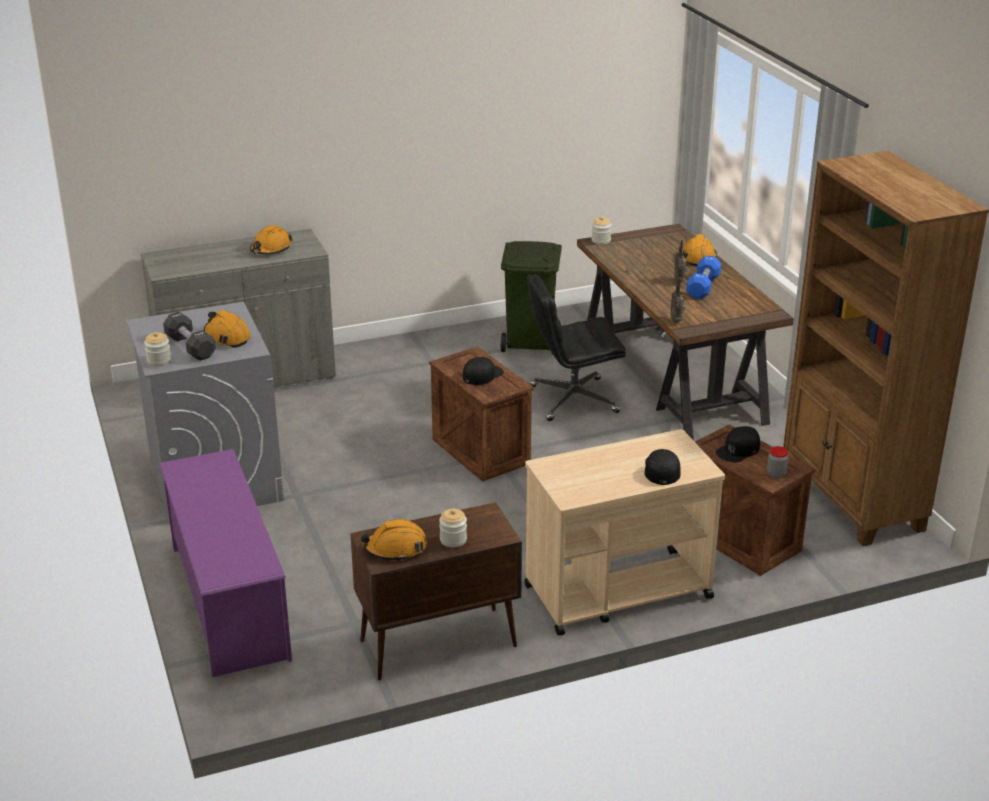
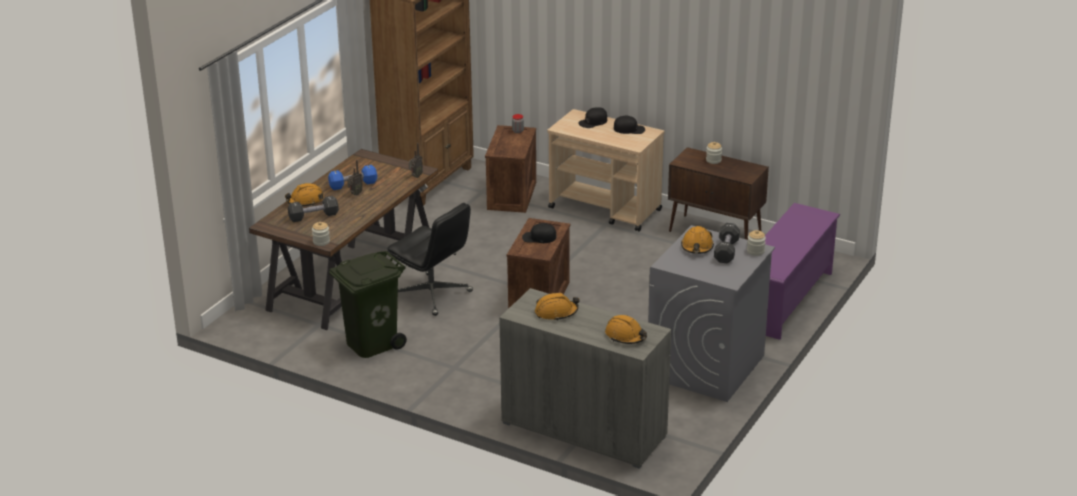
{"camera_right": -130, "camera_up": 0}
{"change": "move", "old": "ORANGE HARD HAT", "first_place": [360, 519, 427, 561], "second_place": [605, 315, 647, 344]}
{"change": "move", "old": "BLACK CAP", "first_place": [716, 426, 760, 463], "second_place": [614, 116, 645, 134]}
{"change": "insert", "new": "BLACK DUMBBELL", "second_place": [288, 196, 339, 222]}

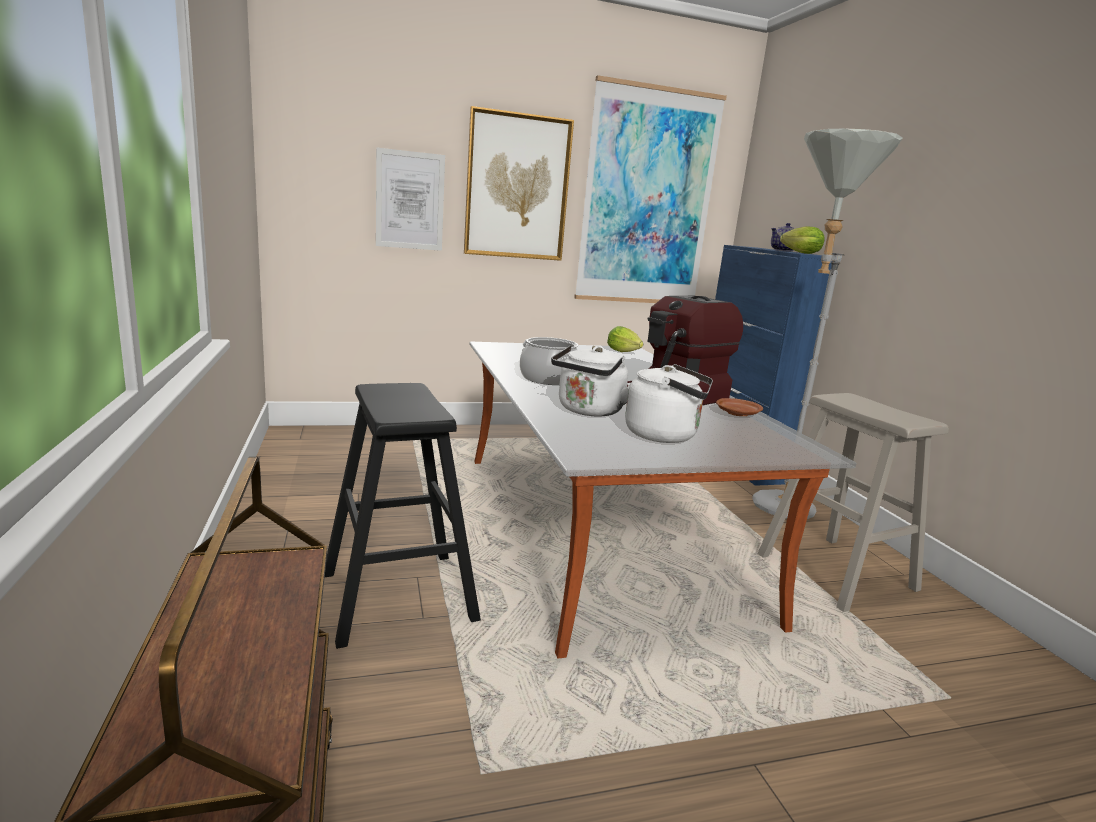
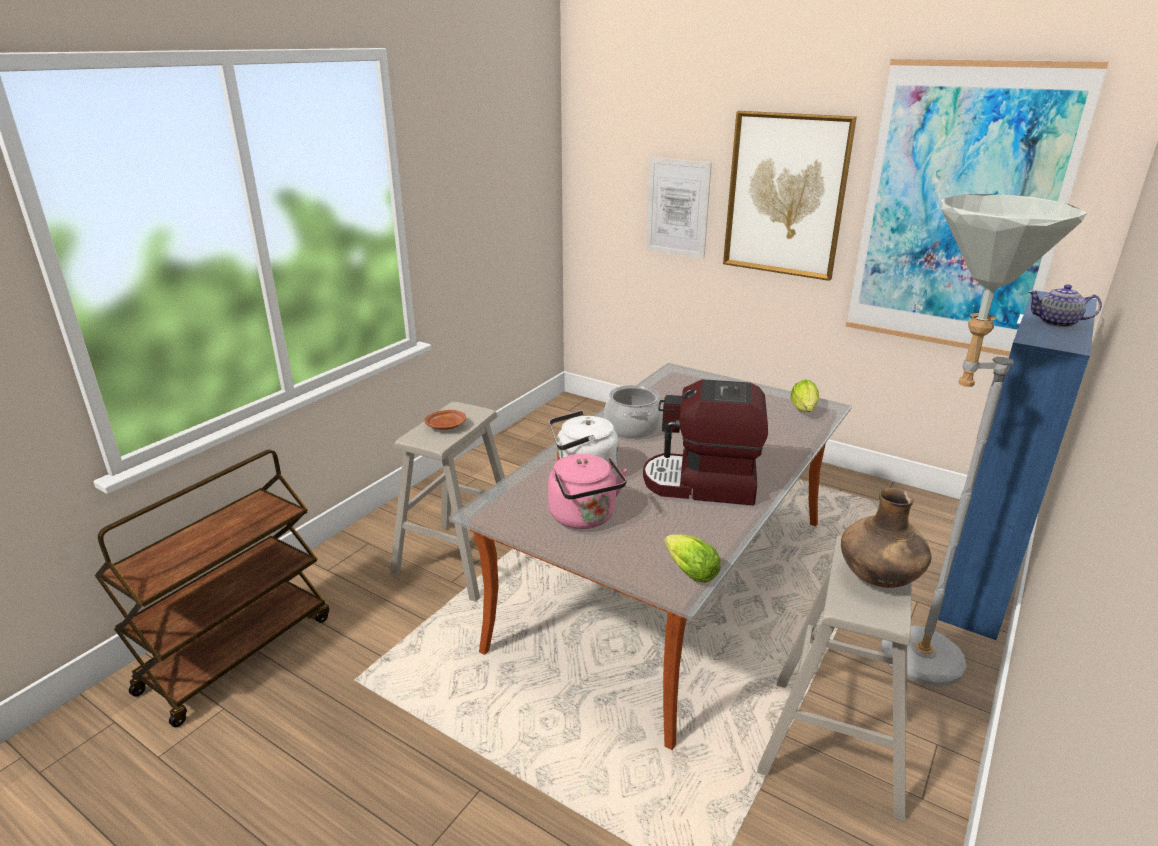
{"camera_right": 50, "camera_up": 10}
{"change": "recolor", "old": "BLACK STOOL", "new": "BEIGE STOOL", "first_place": [325, 383, 481, 649], "second_place": [390, 402, 505, 602]}
{"change": "recolor", "old": "WHITE KETTLE", "new": "PINK KETTLE", "first_place": [625, 364, 713, 443], "second_place": [548, 454, 627, 529]}
{"change": "move", "old": "BROWN PLATE", "first_place": [716, 398, 763, 416], "second_place": [424, 410, 466, 430]}
{"change": "move", "old": "LETTUCE", "first_place": [780, 226, 825, 254], "second_place": [664, 534, 721, 583]}
{"change": "insert", "new": "BROWN VASE", "second_place": [841, 488, 932, 588]}

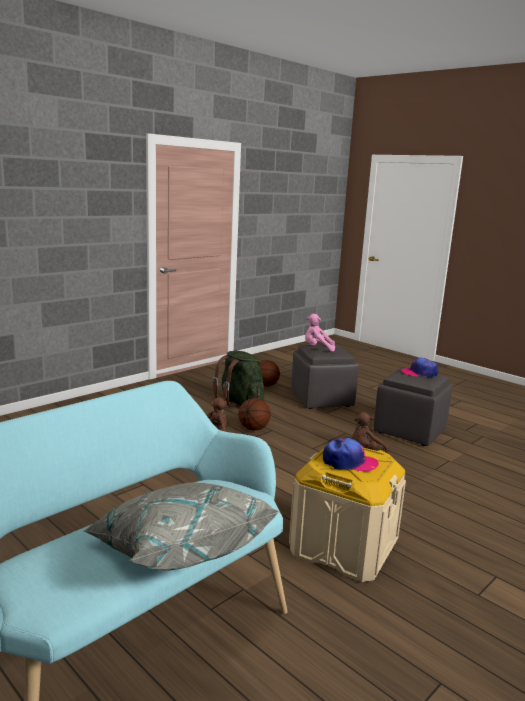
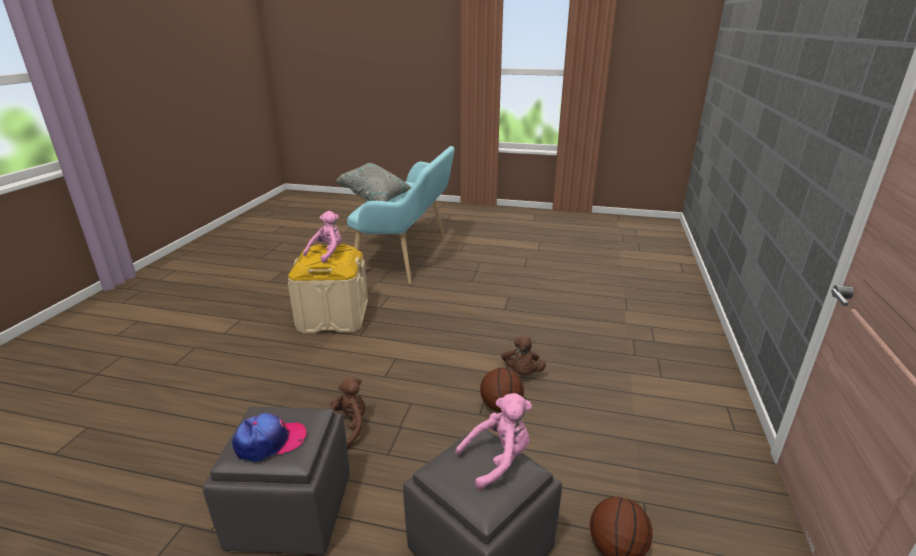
{"camera_right": 150, "camera_up": 10}
{"change": "delete", "old": "GREEN BACKPACK", "first_place": [213, 351, 264, 408]}
{"change": "replace", "old": "CAP", "new": "PINK PLUSH TOY", "first_place": [323, 438, 379, 472], "second_place": [303, 211, 342, 263]}

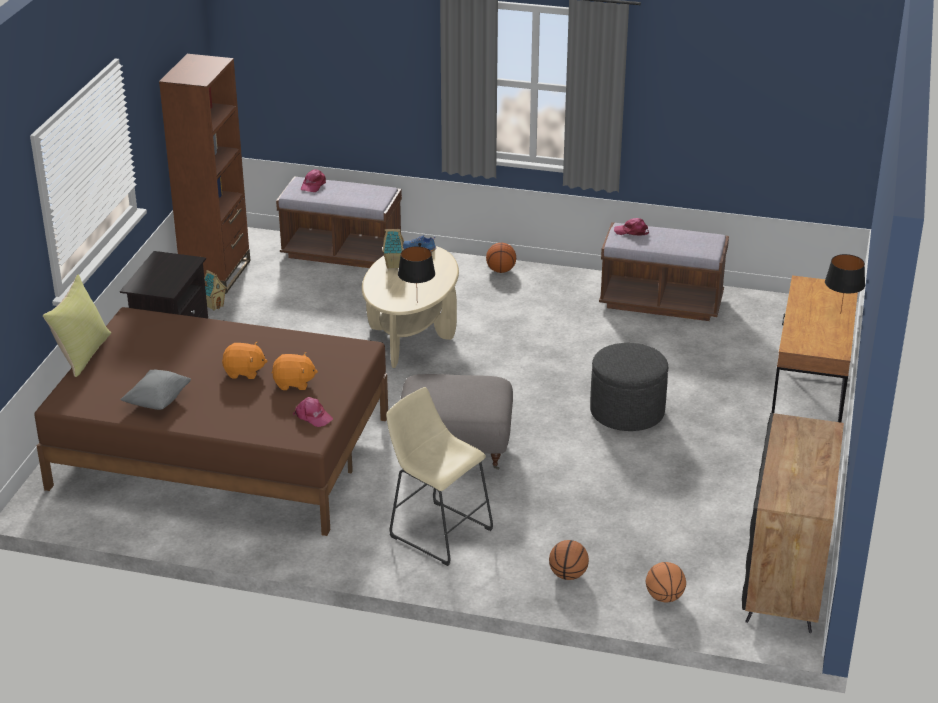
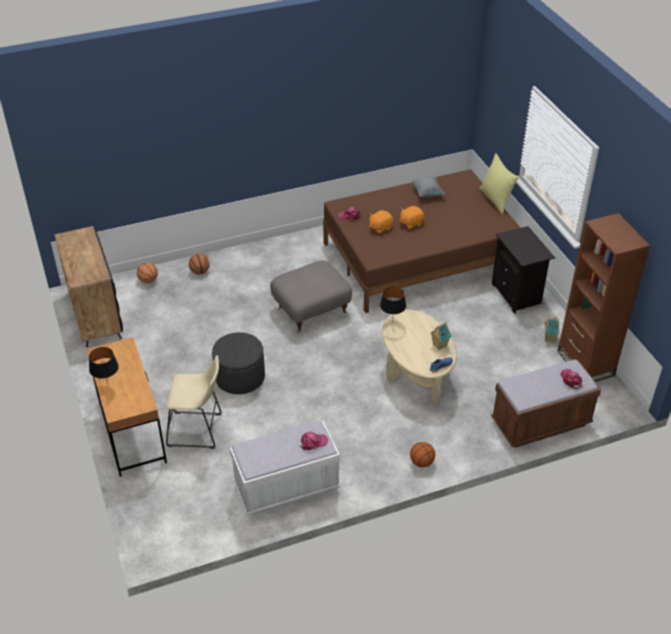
{"camera_right": 145, "camera_up": 10}
{"change": "move", "old": "BEIGE STOOL", "first_place": [386, 387, 493, 566], "second_place": [166, 355, 221, 449]}
{"change": "recolor", "old": "BROWN BENCH", "new": "WHITE BENCH", "first_place": [599, 222, 729, 321], "second_place": [230, 421, 340, 515]}

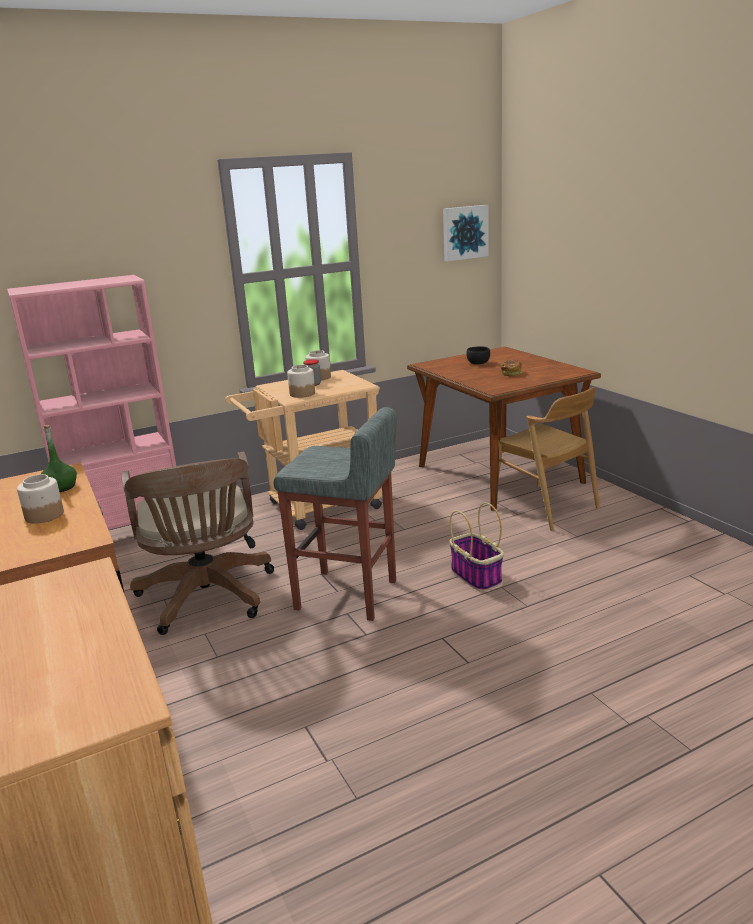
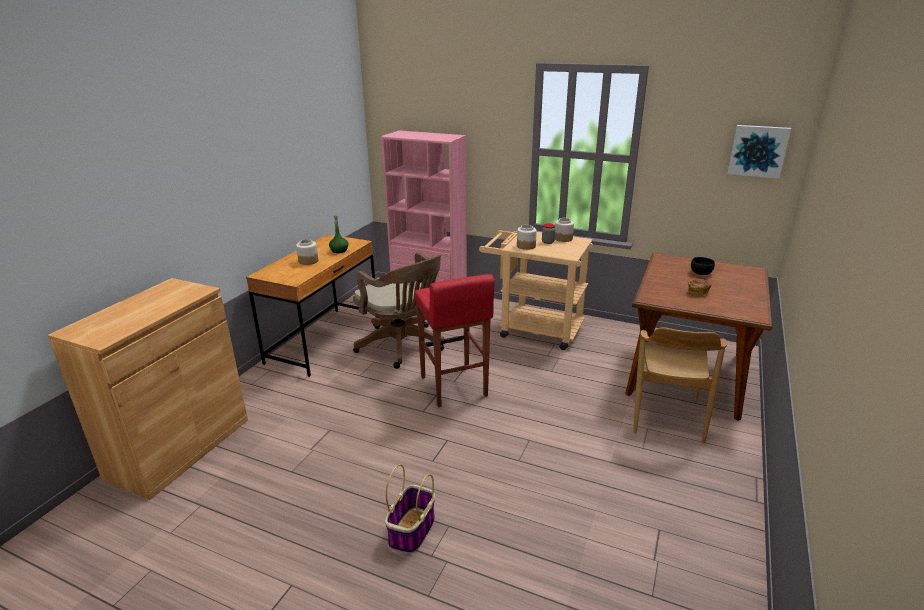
{"camera_right": 50, "camera_up": 5}
{"change": "rotate", "old": "BROWN OFFICE CHAIR", "first_place": [121, 452, 274, 635], "second_place": [353, 252, 444, 369], "degrees": -75}
{"change": "recolor", "old": "GREY STOOL", "new": "RED STOOL", "first_place": [274, 407, 397, 621], "second_place": [414, 274, 495, 407]}
{"change": "move", "old": "BASKET", "first_place": [449, 502, 504, 592], "second_place": [385, 464, 435, 554]}

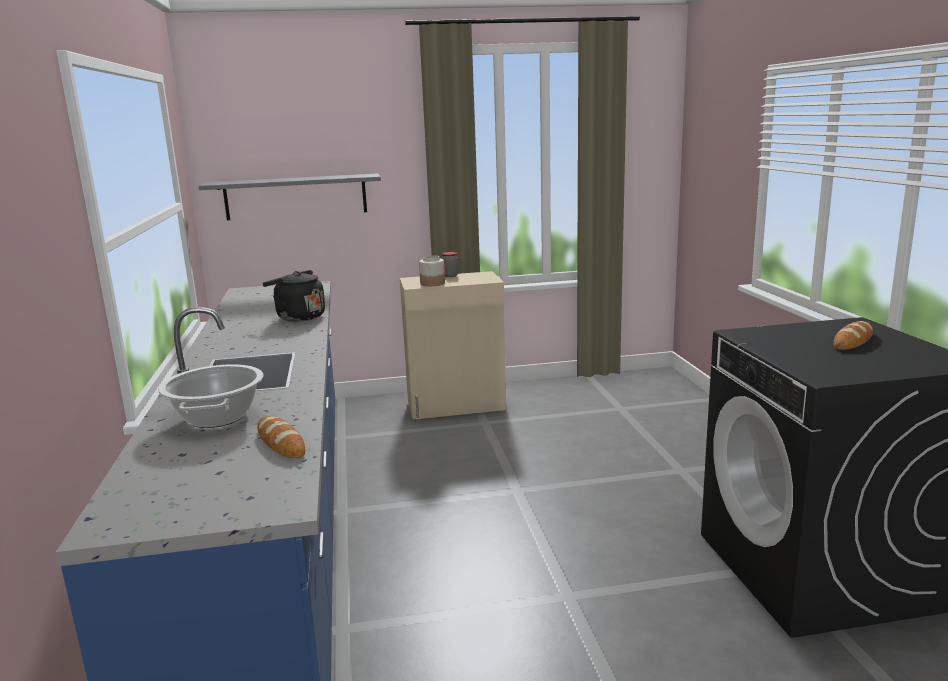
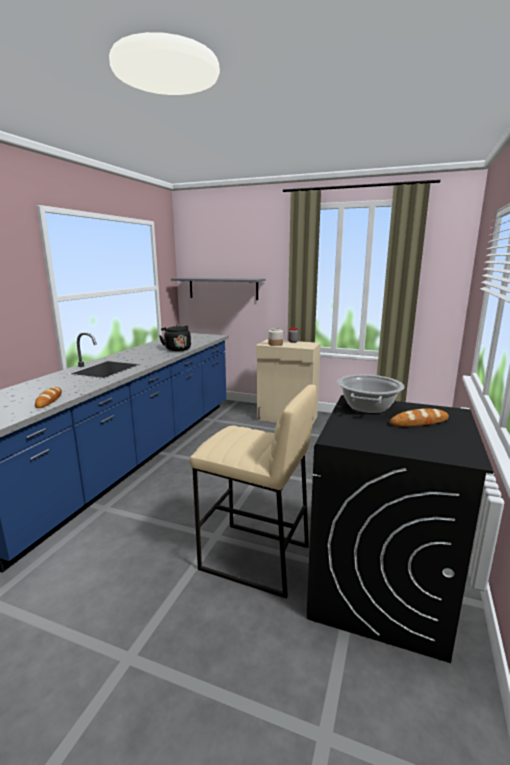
{"camera_right": 30, "camera_up": 0}
{"change": "move", "old": "COOKING POT", "first_place": [158, 364, 263, 428], "second_place": [337, 375, 404, 414]}
{"change": "insert", "new": "BEIGE STOOL", "second_place": [190, 384, 316, 598]}

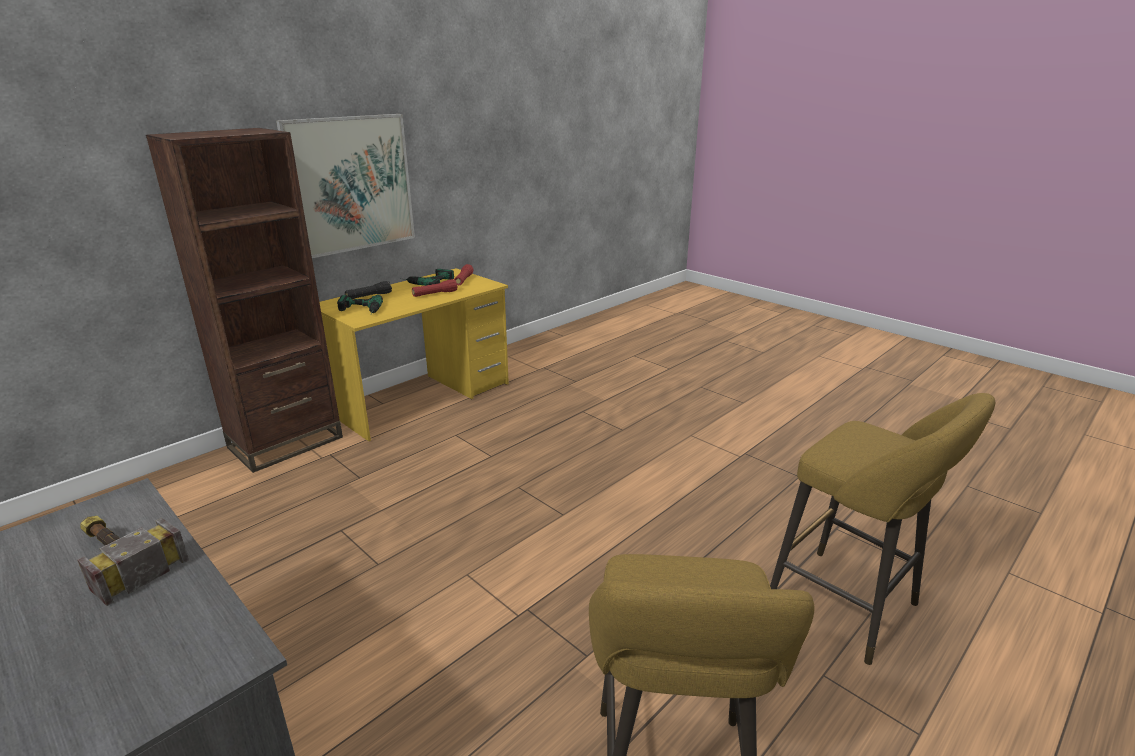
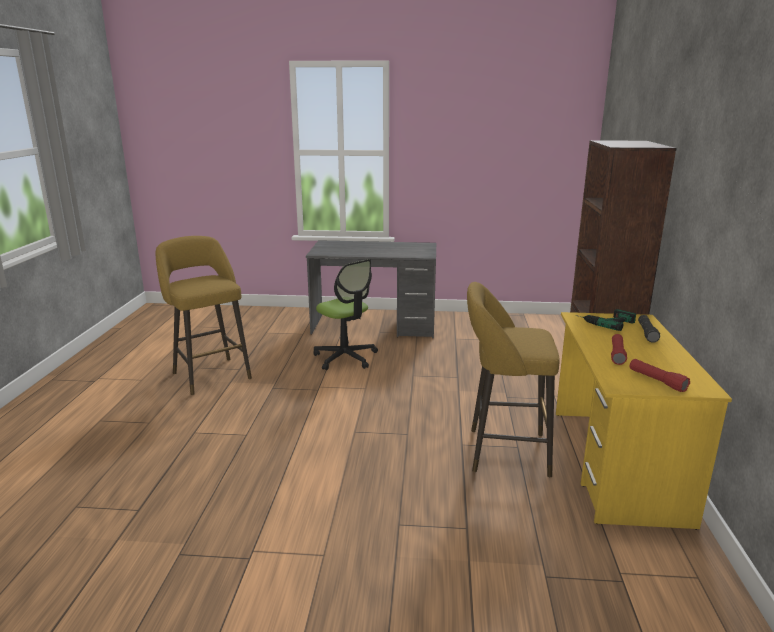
{"camera_right": 140, "camera_up": -5}
{"change": "delete", "old": "HAMMER", "first_place": [77, 516, 189, 606]}
{"change": "delete", "old": "PICTURE", "first_place": [276, 114, 415, 258]}
{"change": "delete", "old": "POWER DRILL", "first_place": [400, 269, 454, 286]}
{"change": "move", "old": "YELLOW STOOL", "first_place": [770, 393, 995, 665], "second_place": [467, 282, 560, 477]}
{"change": "insert", "new": "OFFICE CHAIR", "second_place": [313, 259, 378, 370]}

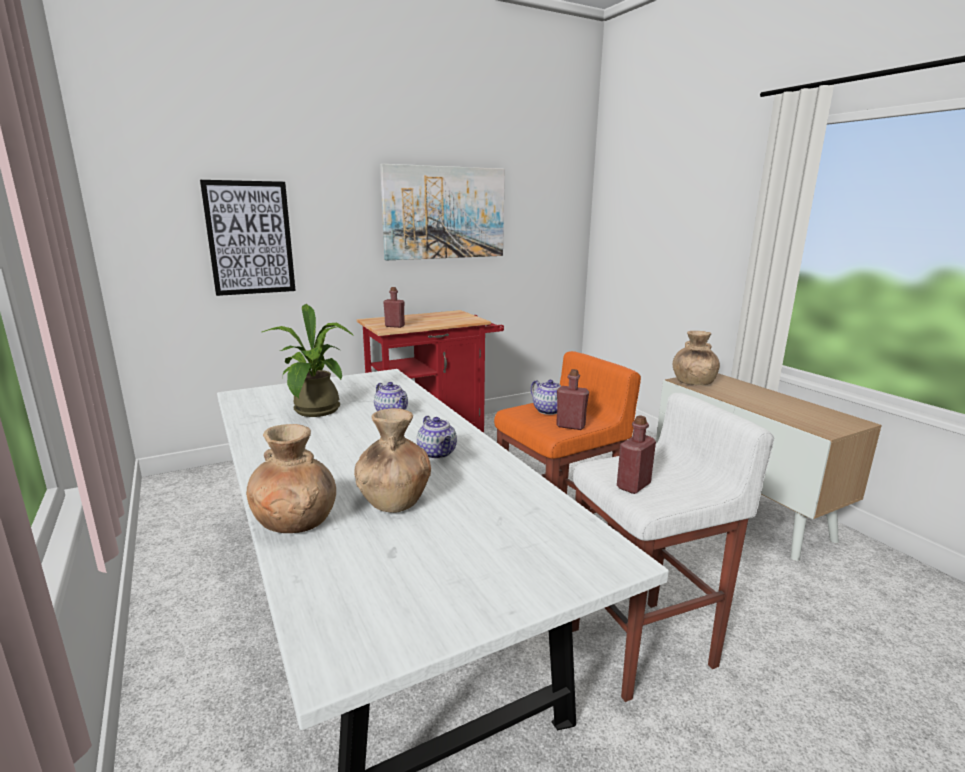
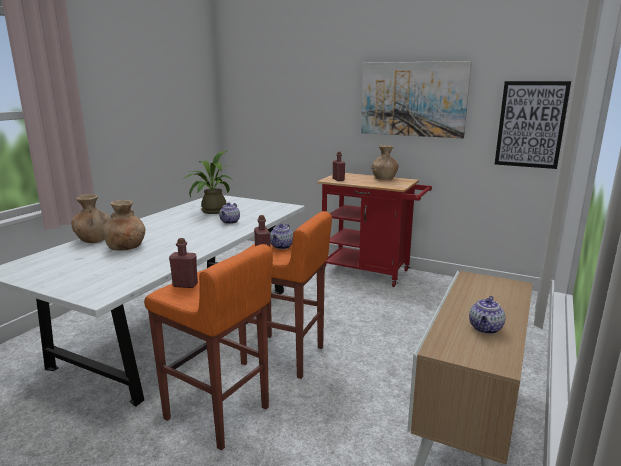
{"camera_right": 55, "camera_up": 0}
{"change": "move", "old": "PICTURE", "first_place": [200, 180, 296, 296], "second_place": [495, 81, 571, 169]}
{"change": "move", "old": "TEAPOT", "first_place": [417, 416, 457, 459], "second_place": [469, 296, 505, 334]}
{"change": "recolor", "old": "WHITE STOOL", "new": "ORANGE STOOL", "first_place": [572, 393, 774, 702], "second_place": [144, 244, 273, 450]}
{"change": "move", "old": "BROWN VASE", "first_place": [672, 331, 720, 385], "second_place": [371, 145, 399, 180]}

